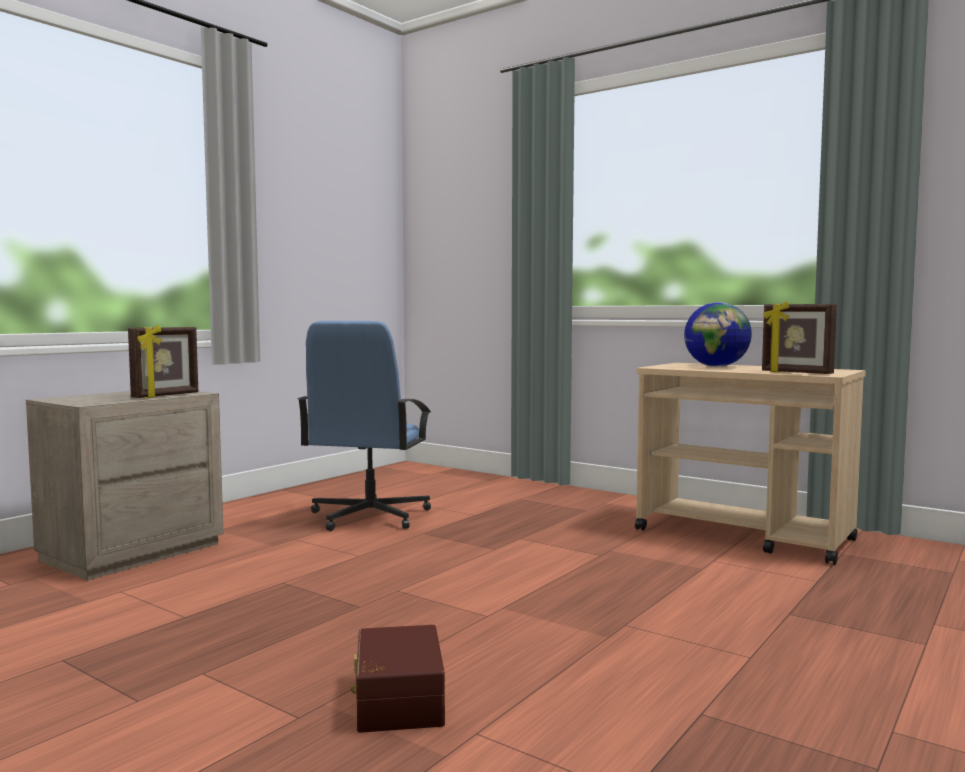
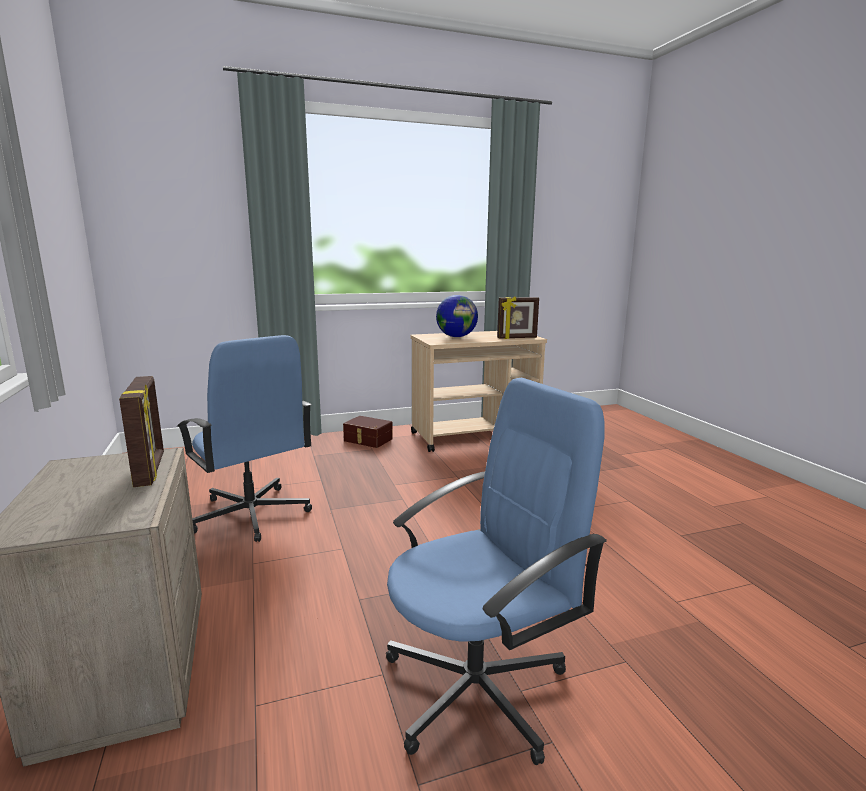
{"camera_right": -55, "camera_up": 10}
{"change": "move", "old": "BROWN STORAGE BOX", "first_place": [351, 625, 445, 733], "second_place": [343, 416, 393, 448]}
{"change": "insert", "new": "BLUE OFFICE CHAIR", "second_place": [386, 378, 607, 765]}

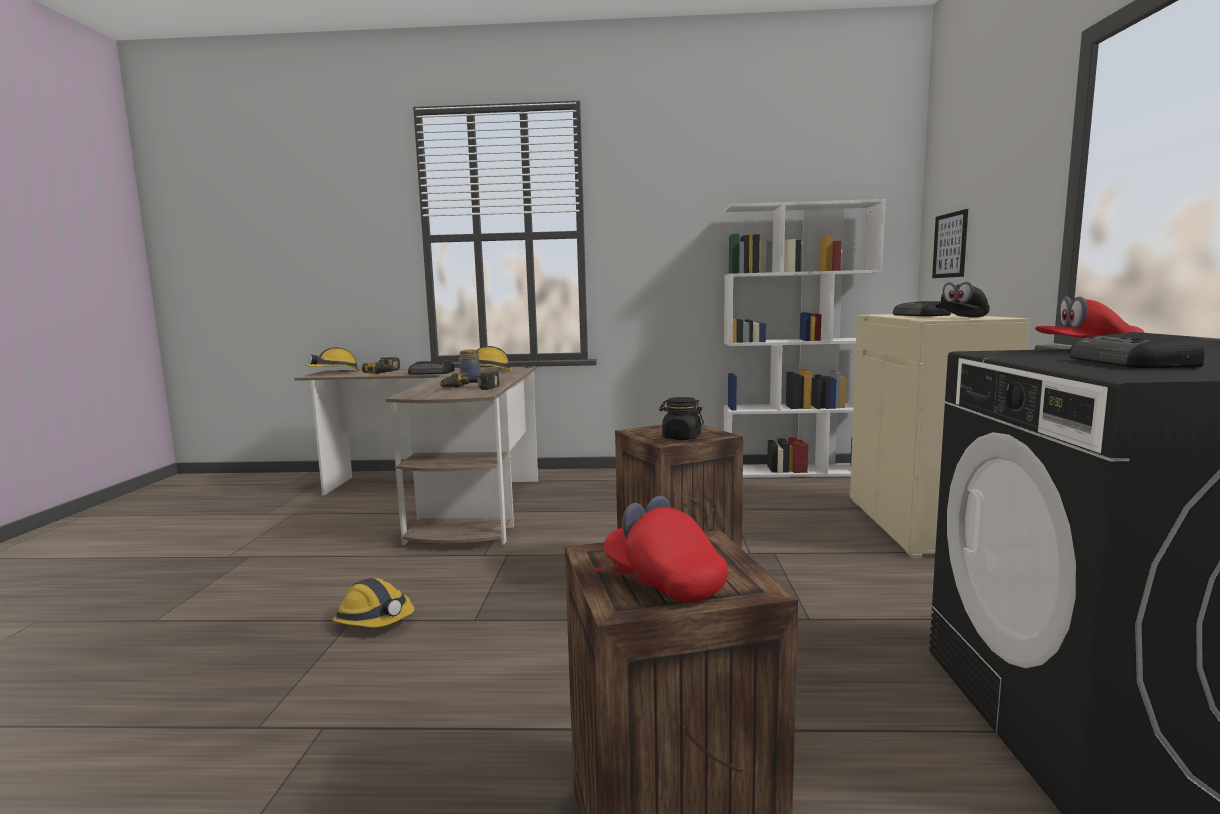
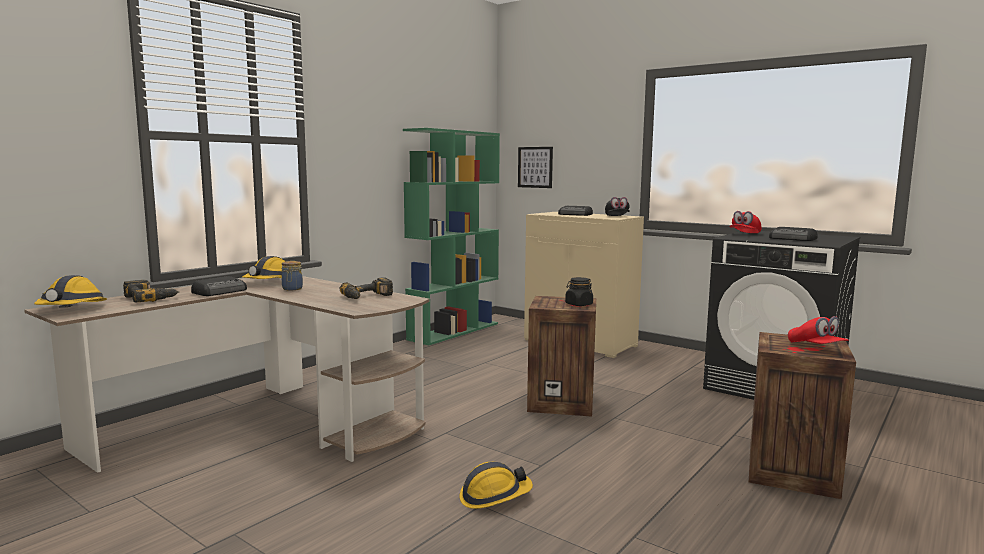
{"camera_right": -55, "camera_up": 0}
{"change": "rotate", "old": "RED CAP", "first_place": [604, 496, 728, 602], "second_place": [788, 316, 849, 344], "degrees": -105}
{"change": "recolor", "old": "WHITE BOOKCASE", "new": "GREEN BOOKCASE", "first_place": [724, 199, 886, 478], "second_place": [403, 128, 500, 345]}

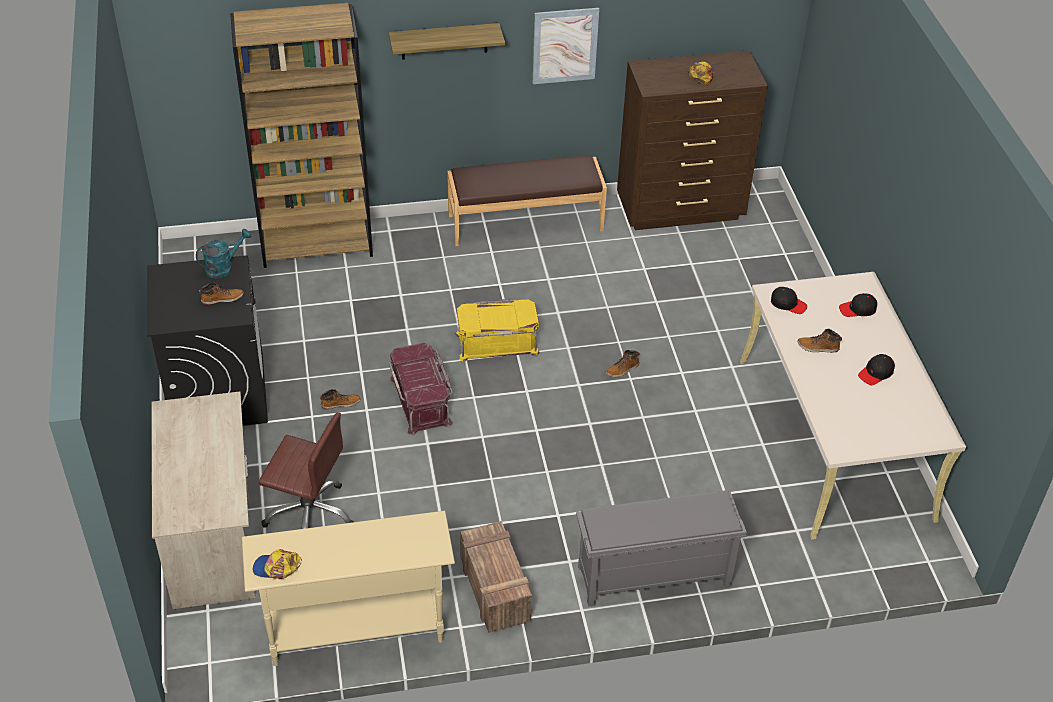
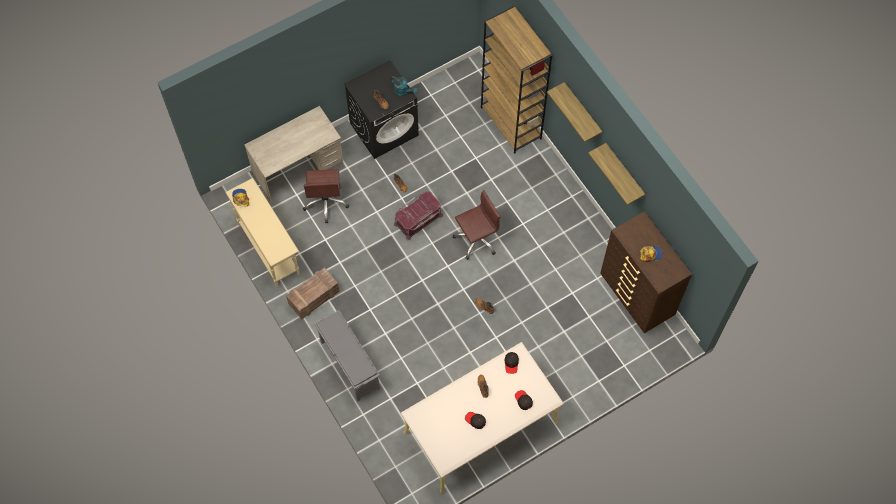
{"camera_right": 70, "camera_up": 20}
{"change": "delete", "old": "BROWN BENCH", "first_place": [447, 155, 607, 246]}
{"change": "replace", "old": "YELLOW STORAGE BOX", "new": "BROWN OFFICE CHAIR", "first_place": [455, 299, 540, 362], "second_place": [453, 190, 501, 259]}
{"change": "replace", "old": "PICTURE", "new": "SHELF", "first_place": [533, 8, 599, 84], "second_place": [588, 143, 645, 205]}

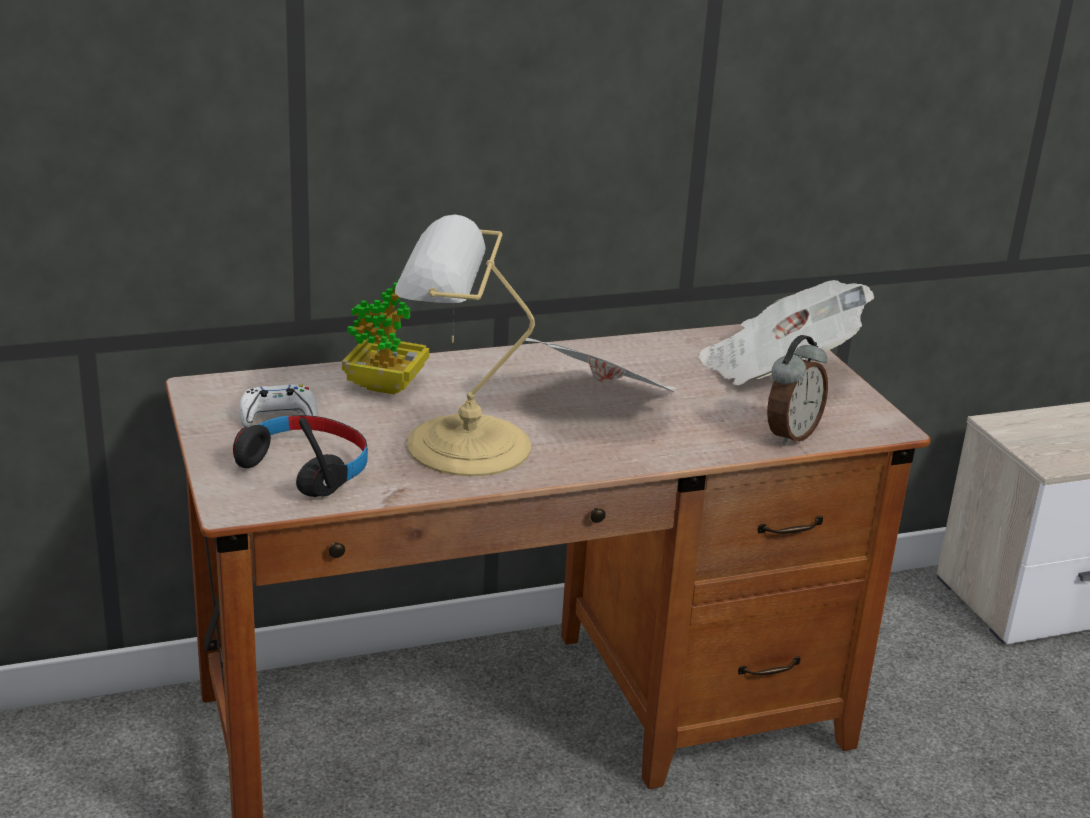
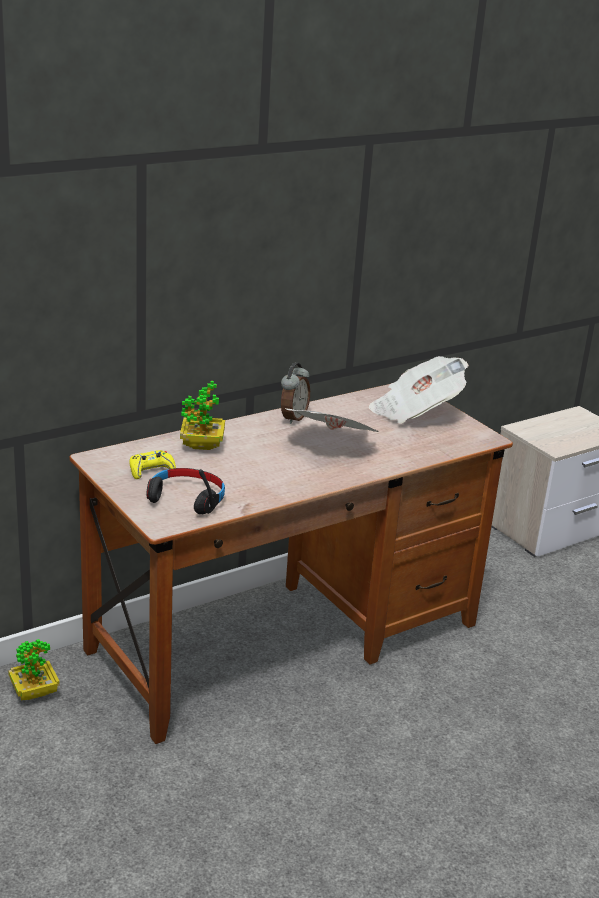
{"camera_right": -15, "camera_up": 0}
{"change": "recolor", "old": "WHITE GAME CONTROLLER", "new": "YELLOW GAME CONTROLLER", "first_place": [239, 384, 317, 427], "second_place": [129, 450, 176, 479]}
{"change": "delete", "old": "TABLE LAMP", "first_place": [395, 214, 535, 476]}
{"change": "move", "old": "ALARM CLOCK", "first_place": [767, 335, 828, 446], "second_place": [281, 363, 310, 424]}
{"change": "insert", "new": "POTTED PLANT", "second_place": [8, 639, 60, 700]}

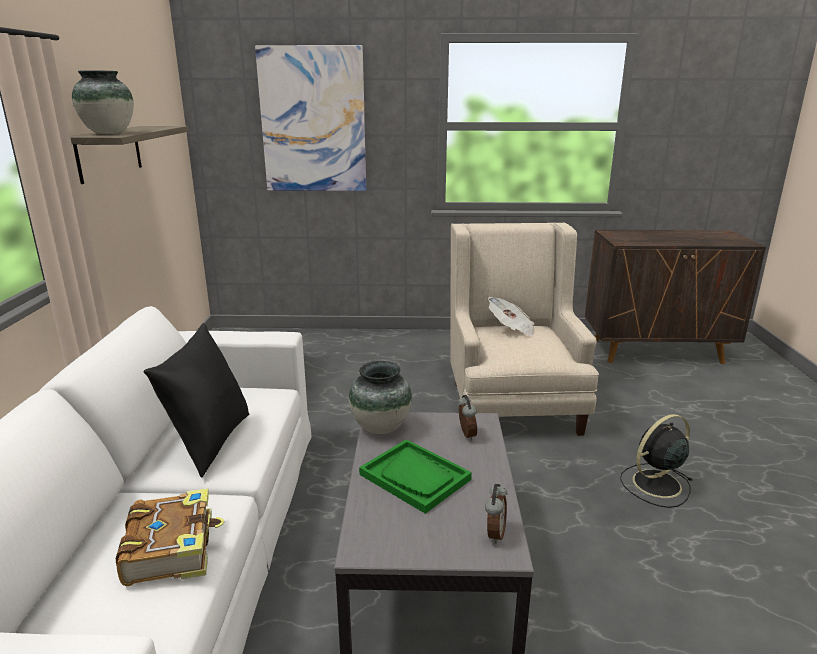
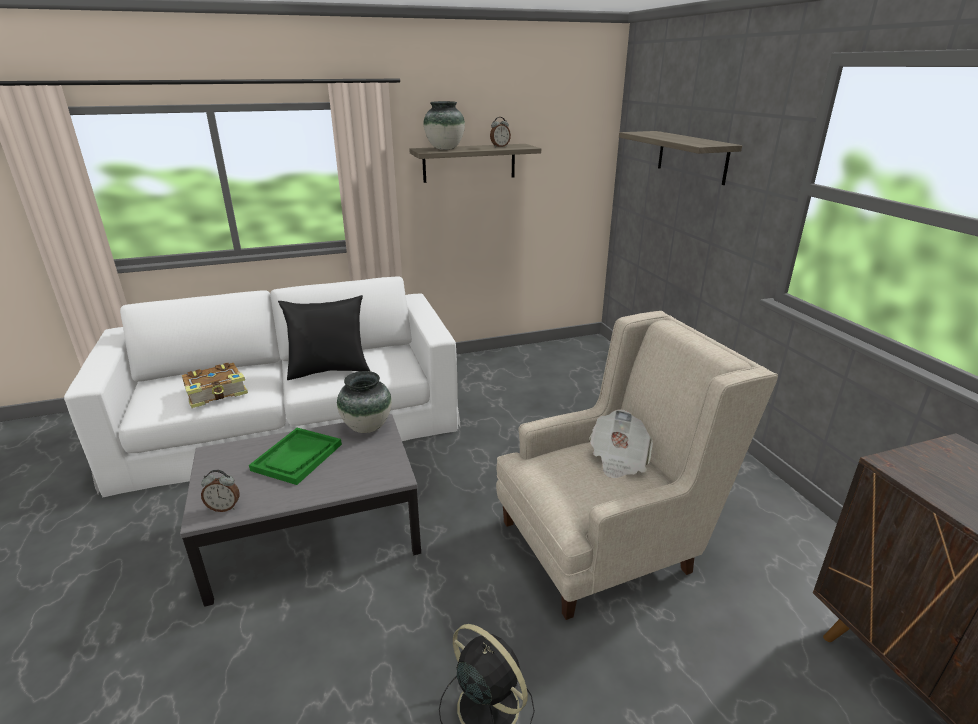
{"camera_right": 70, "camera_up": 5}
{"change": "replace", "old": "PICTURE", "new": "SHELF", "first_place": [255, 45, 366, 191], "second_place": [619, 131, 742, 185]}
{"change": "move", "old": "ALARM CLOCK", "first_place": [457, 395, 477, 441], "second_place": [490, 117, 511, 147]}

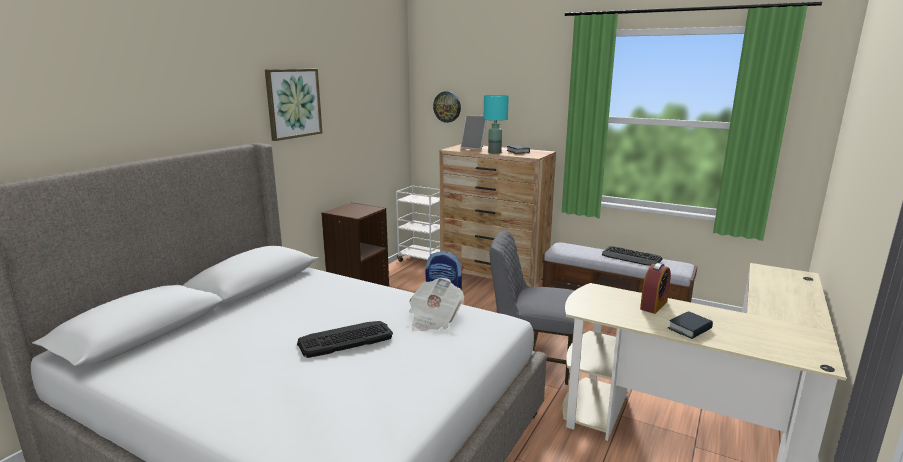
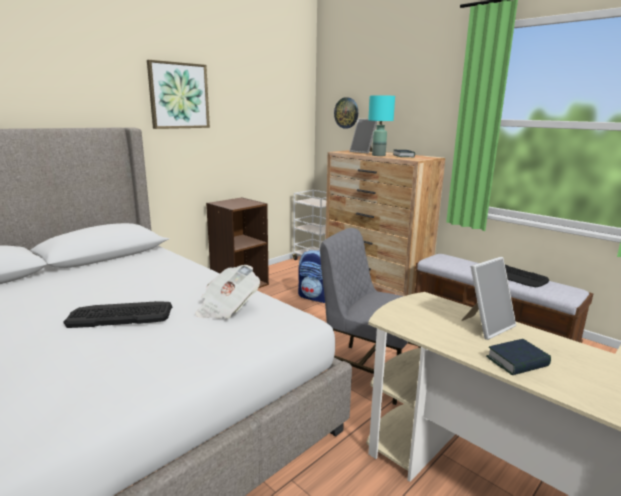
{"camera_right": 15, "camera_up": 0}
{"change": "replace", "old": "ALARM CLOCK", "new": "PICTURE FRAME", "first_place": [640, 263, 671, 314], "second_place": [461, 257, 516, 340]}

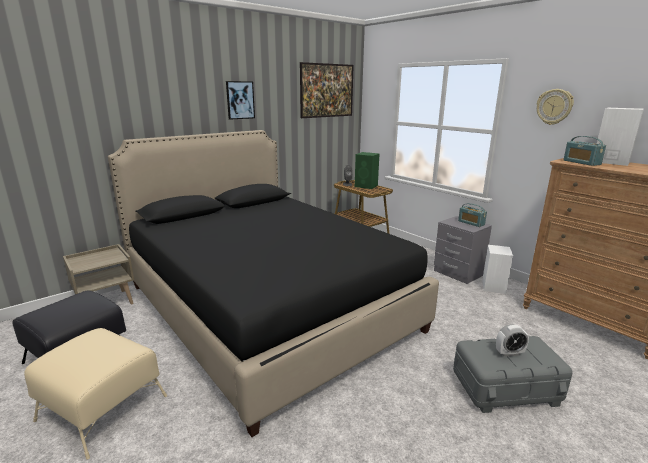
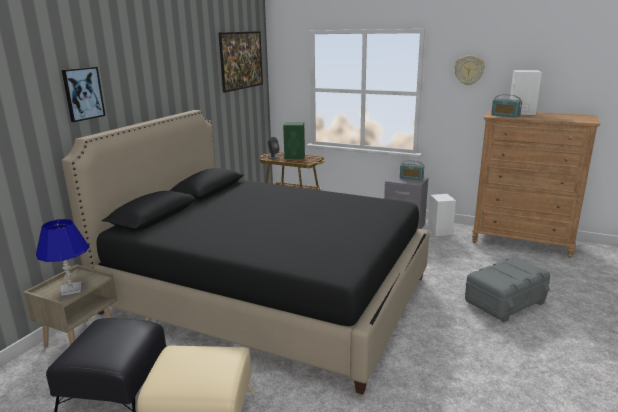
{"camera_right": -25, "camera_up": 0}
{"change": "move", "old": "PICTURE", "first_place": [226, 81, 255, 120], "second_place": [62, 67, 105, 122]}
{"change": "delete", "old": "ALARM CLOCK", "first_place": [496, 324, 529, 357]}
{"change": "insert", "new": "BLUE TABLE LAMP", "second_place": [36, 219, 89, 296]}

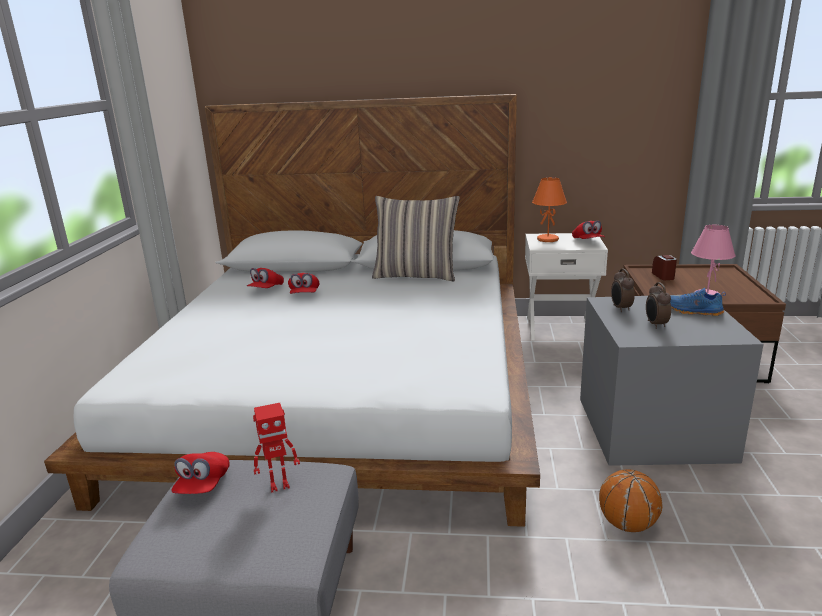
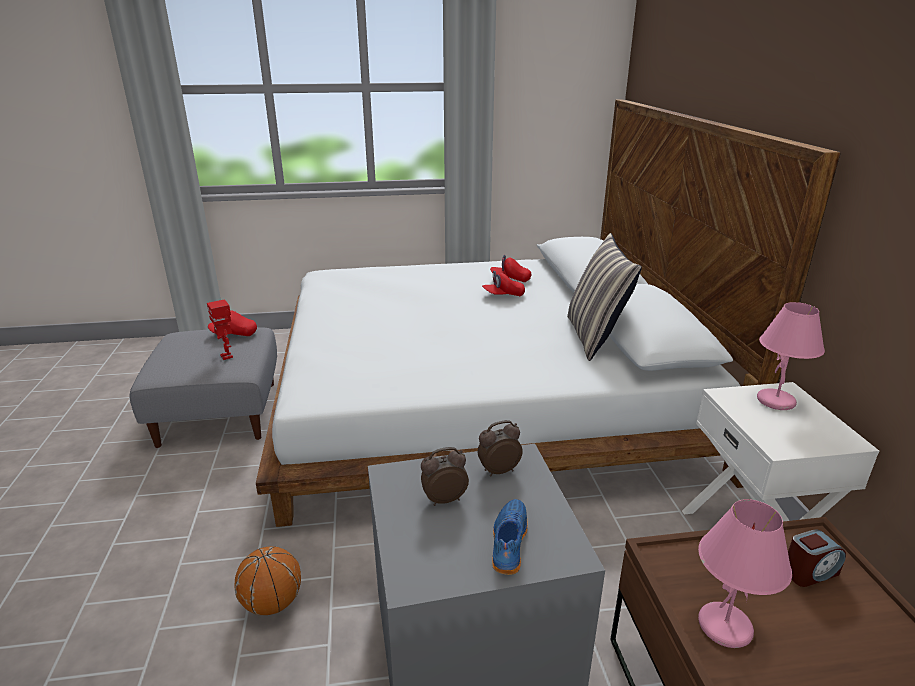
{"camera_right": 75, "camera_up": 5}
{"change": "recolor", "old": "ORANGE TABLE LAMP", "new": "PINK TABLE LAMP", "first_place": [532, 177, 567, 242], "second_place": [757, 302, 825, 410]}
{"change": "delete", "old": "RED CAP", "first_place": [572, 220, 605, 239]}

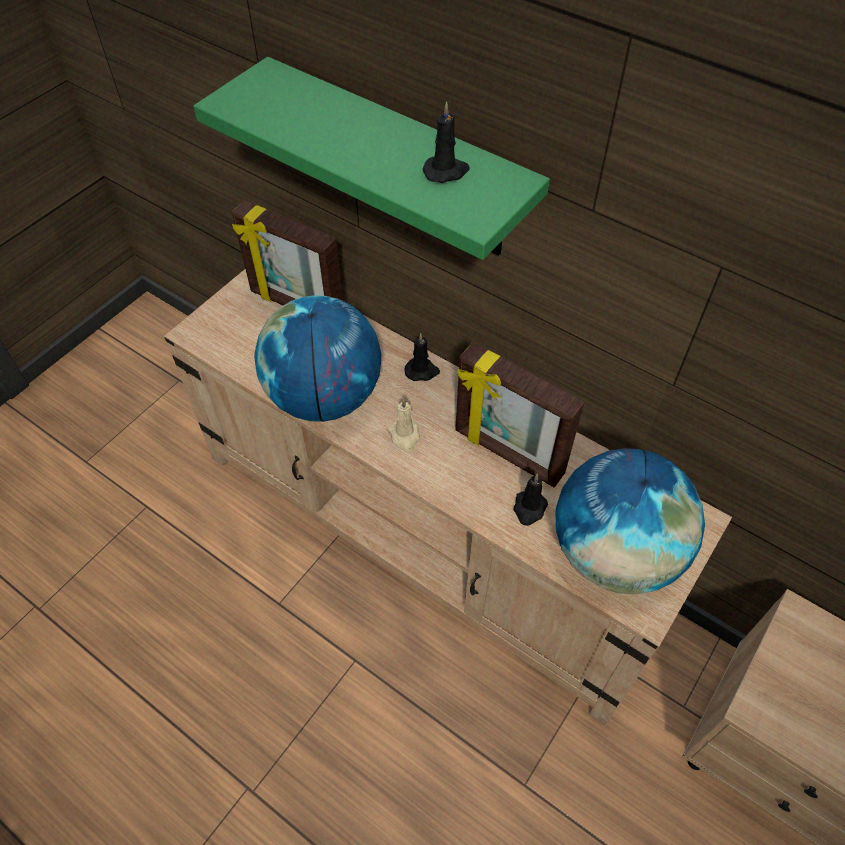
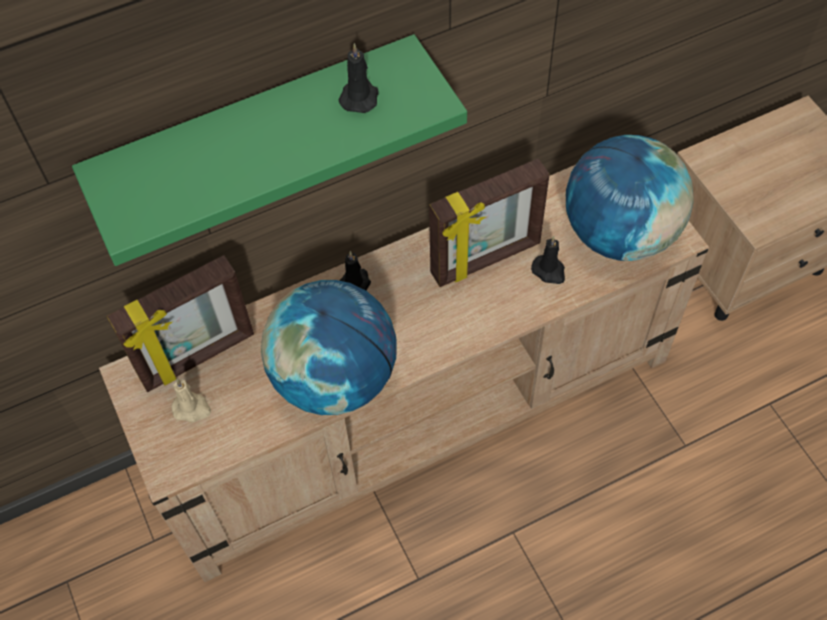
{"camera_right": -60, "camera_up": 5}
{"change": "move", "old": "BEIGE CANDLE", "first_place": [388, 398, 420, 451], "second_place": [171, 379, 211, 422]}

